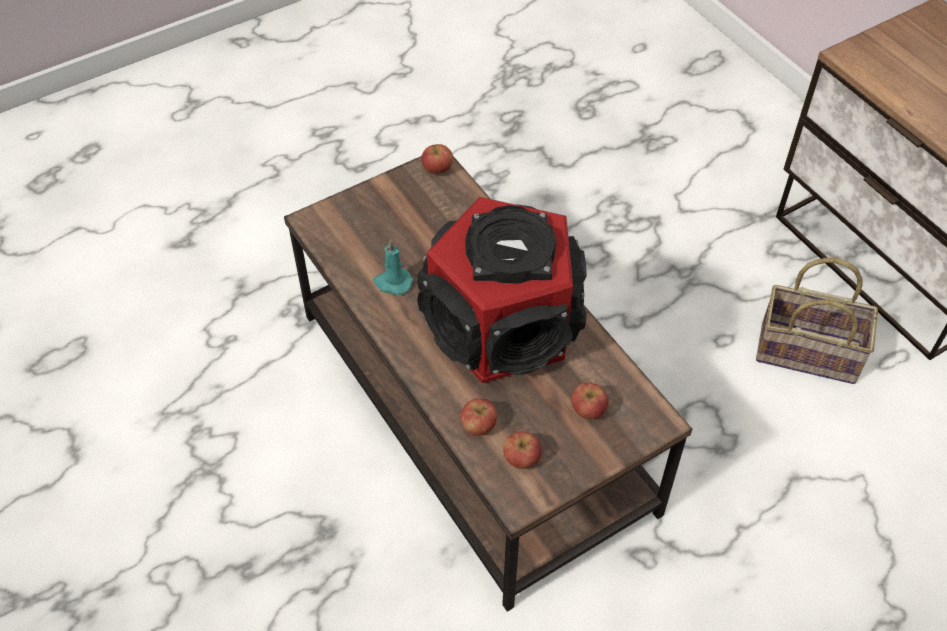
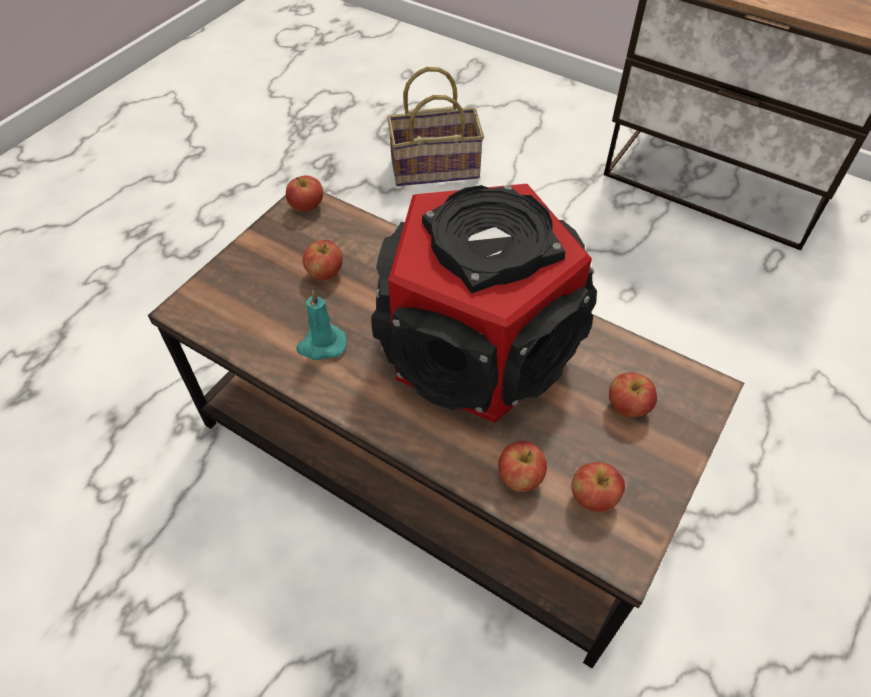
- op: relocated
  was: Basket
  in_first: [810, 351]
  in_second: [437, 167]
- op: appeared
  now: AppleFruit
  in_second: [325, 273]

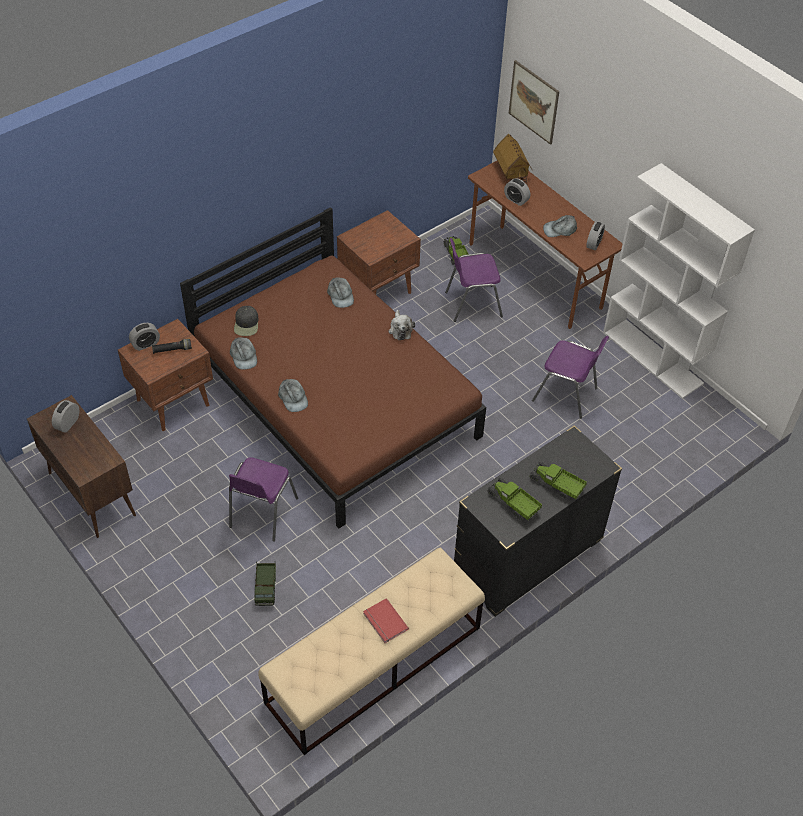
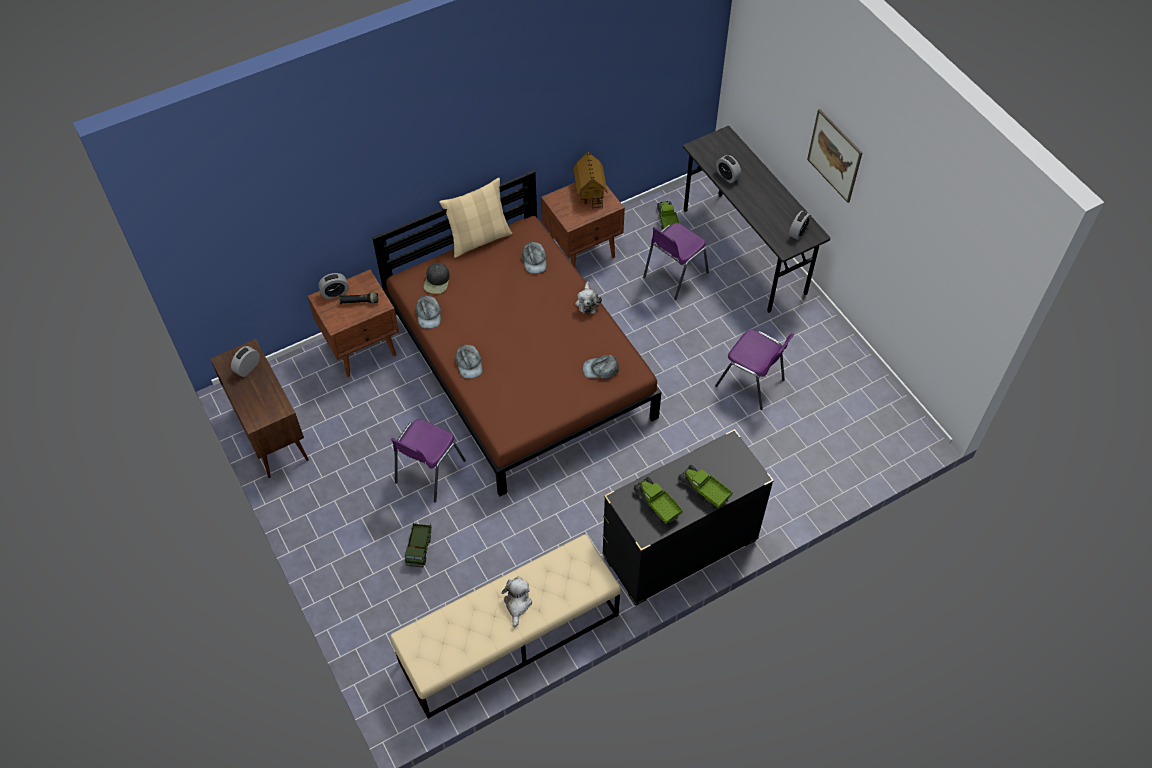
- op: exchanged
  was: RedColouredVolume
  now: PlushToy
  in_first: [384, 622]
  in_second: [517, 604]
- op: spun
  was: PurpleColouredUprightChair
  in_first: [471, 304]
  in_second: [673, 275]
  clockwise: -45
- op: colour
  was: BrownDeskUnit
  now: GreyishDeskUnit
  in_first: [535, 276]
  in_second: [744, 251]
- op: relocated
  was: MiniatureHouse
  in_first: [511, 173]
  in_second: [590, 192]
- op: relocated
  was: WallArt
  in_first: [533, 102]
  in_second: [834, 156]
- op: relocated
  was: GreyishBaseballCap
  in_first: [560, 229]
  in_second: [601, 369]
- op: missing
  was: WhitishBookcase
  in_first: [653, 358]
- op: appeared
  now: BeigeColouredCushion
  in_second: [479, 239]

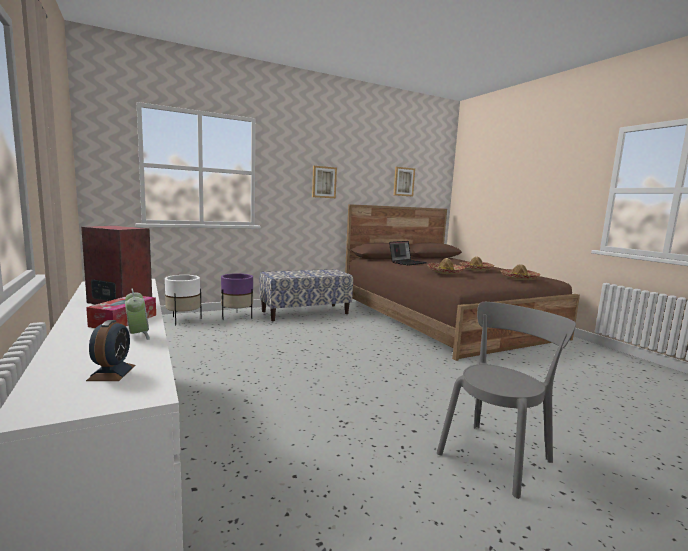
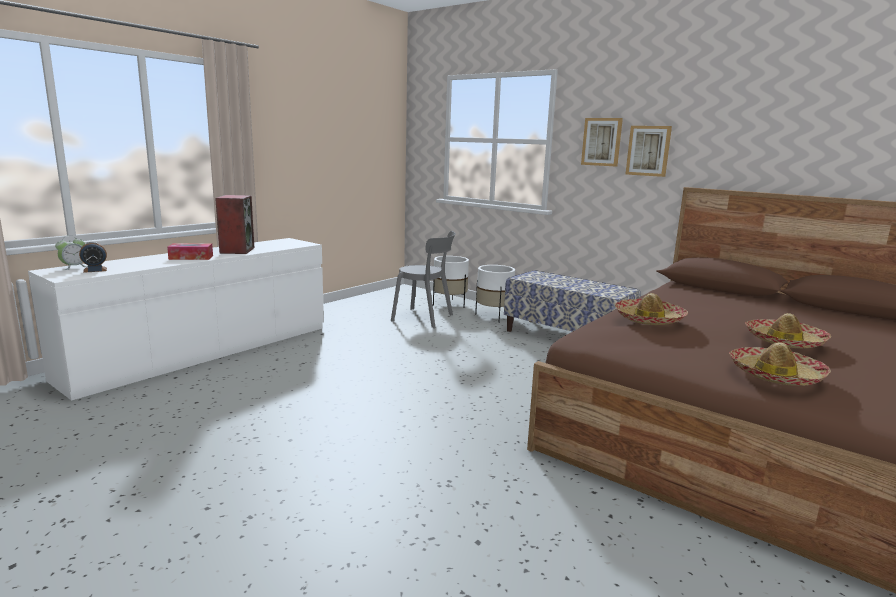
- op: relocated
  was: AlarmClock
  in_first: [137, 335]
  in_second: [74, 267]
- op: colour
  was: PurpleColouredPlanter
  now: WhitishPlanter
  in_first: [237, 316]
  in_second: [493, 316]
- op: missing
  was: PortableComputer
  in_first: [407, 262]
- op: relocated
  was: WallArt
  in_first: [403, 181]
  in_second: [602, 142]
- op: relocated
  was: GreyishUprightChair
  in_first: [496, 455]
  in_second: [425, 318]

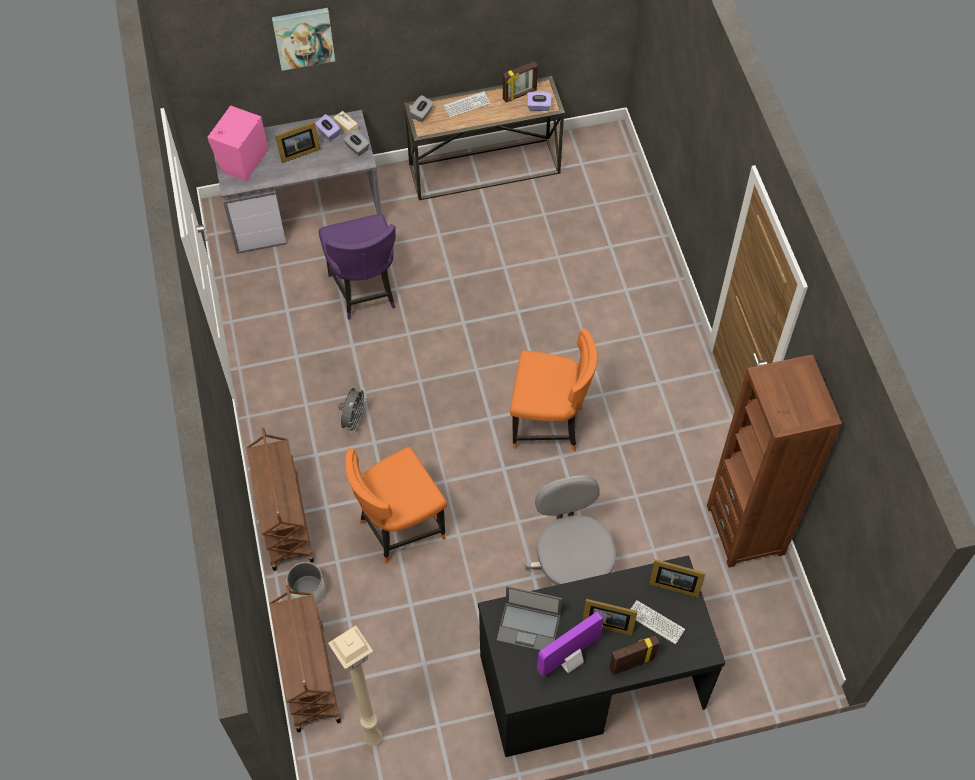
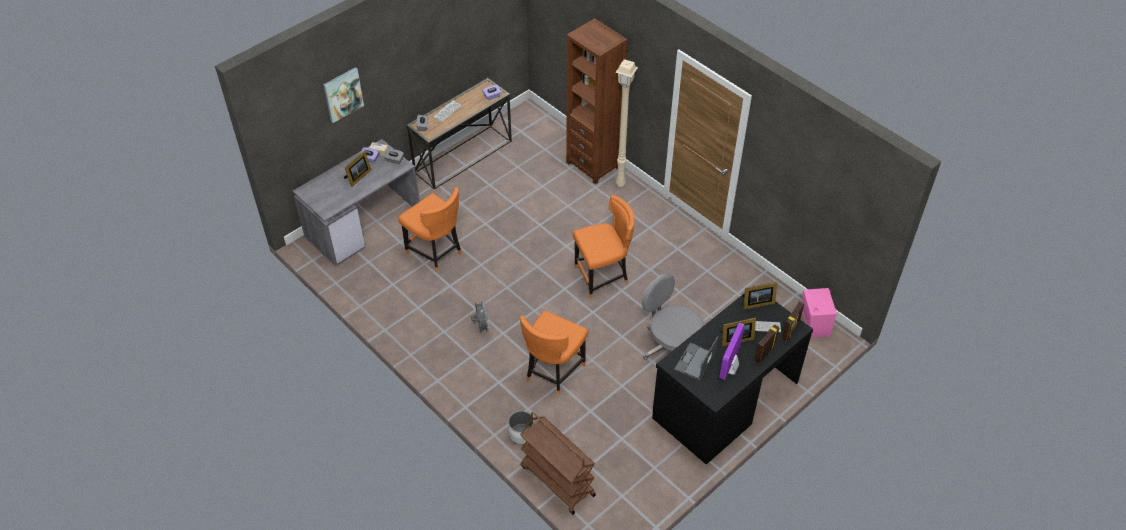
- op: relocated
  was: PinkColouredSpeaker
  in_first: [242, 160]
  in_second: [814, 324]
- op: missing
  was: BrownWheeledCart
  in_first: [284, 521]
- op: colour
  was: PurpleColouredUprightChair
  now: OrangeUprightChair
  in_first: [364, 291]
  in_second: [436, 253]
- op: relocated
  was: BeigeColouredStandardLamp
  in_first: [371, 737]
  in_second: [619, 184]
- op: spun
  was: PortableComputer
  in_first: [529, 627]
  in_second: [695, 362]
  clockwise: 135
- op: relocated
  was: PictureFrame
  in_first: [520, 95]
  in_second: [791, 331]
- op: relocated
  was: BrownBookcase
  in_first: [745, 530]
  in_second: [593, 165]

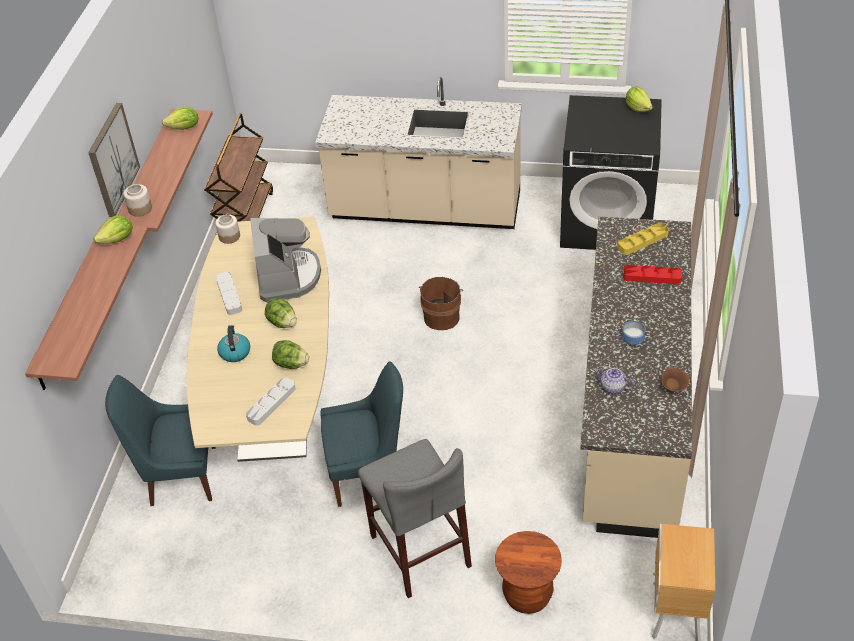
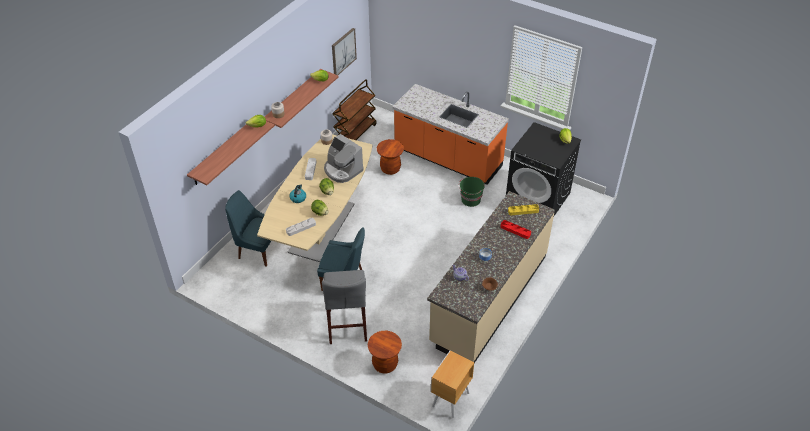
- op: relocated
  was: WallArt
  in_first: [112, 159]
  in_second: [343, 51]
- op: spun
  was: CoffeeMaker
  in_first: [287, 277]
  in_second: [342, 170]
  clockwise: 120
- op: colour
  was: BeigeColouredCounter
  now: OrangeCounter
  in_first: [425, 209]
  in_second: [447, 159]
- op: missing
  was: BrownWaterBucket
  in_first: [442, 316]
- op: appeared
  now: BrownStool
  in_second: [390, 169]
- op: appeared
  now: GreenishWaterBucket
  in_second: [470, 200]

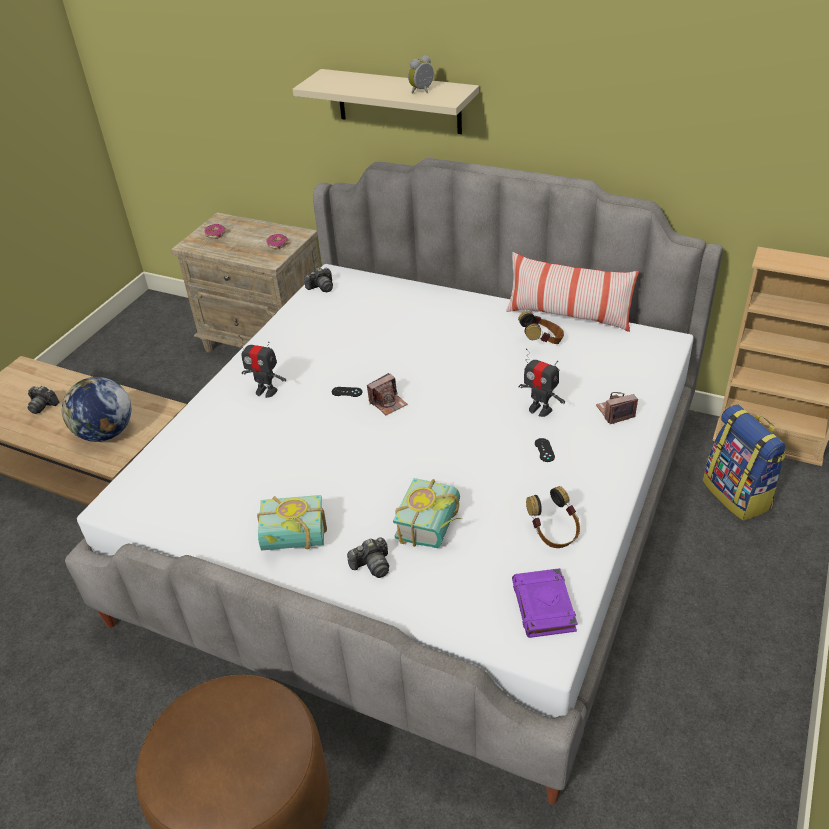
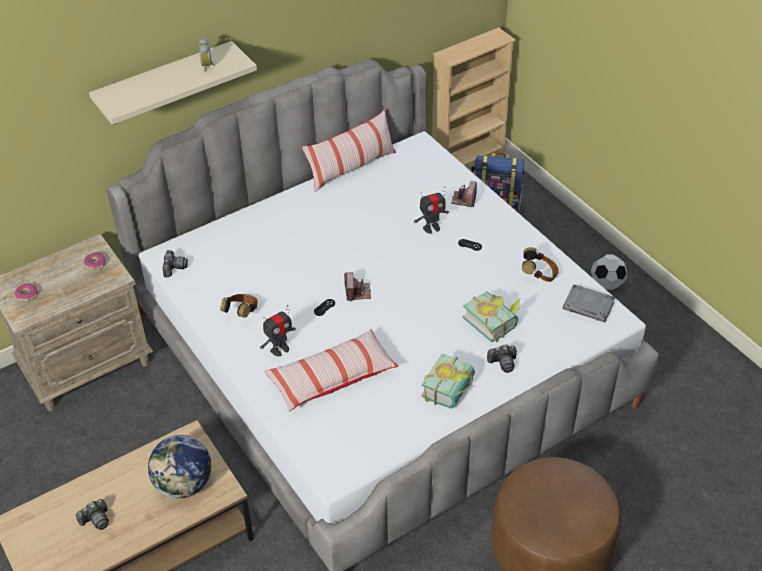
- op: spun
  was: PhotoCamera
  in_first: [372, 565]
  in_second: [503, 363]
  clockwise: 75
- op: colour
  was: PurpleColouredVolume
  now: GreyishVolume
  in_first: [544, 607]
  in_second: [589, 306]
- op: relocated
  was: Headphones
  in_first: [542, 342]
  in_second: [242, 313]
- op: appeared
  now: Cushion
  in_second: [332, 378]
- op: appeared
  now: FootballBall
  in_second: [606, 284]

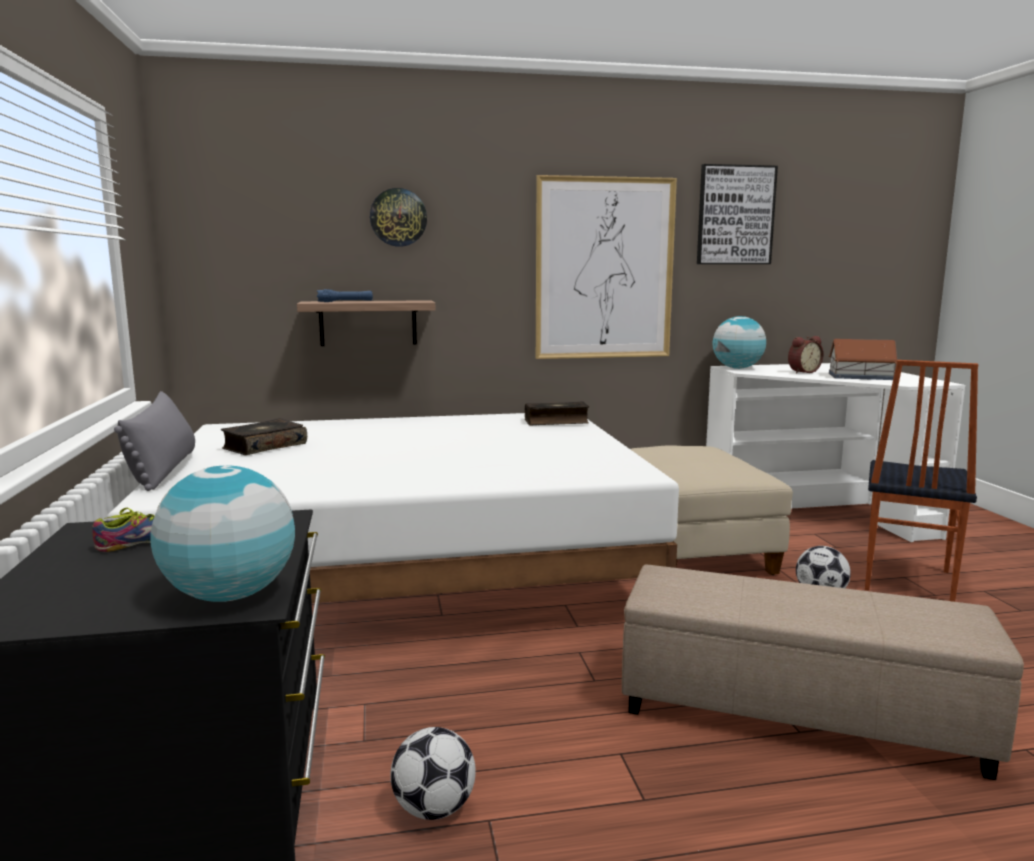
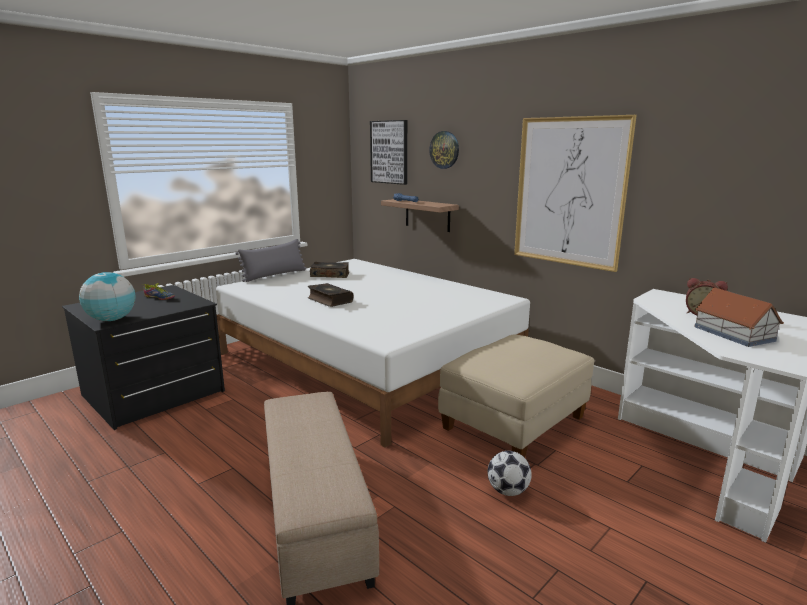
- op: missing
  was: FootballBall
  in_first: [434, 809]
- op: relocated
  was: Volume
  in_first: [556, 422]
  in_second: [329, 300]
- op: relocated
  was: WallArt
  in_first: [735, 215]
  in_second: [389, 152]
- op: missing
  was: WorldGlobe
  in_first: [737, 368]
- op: missing
  was: UprightChair
  in_first: [905, 580]

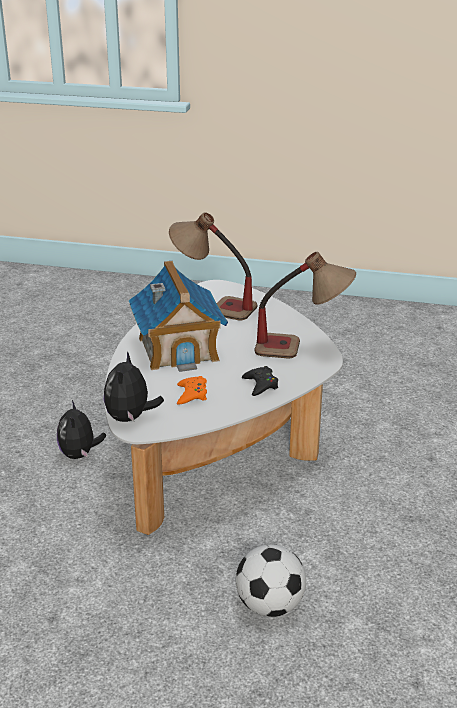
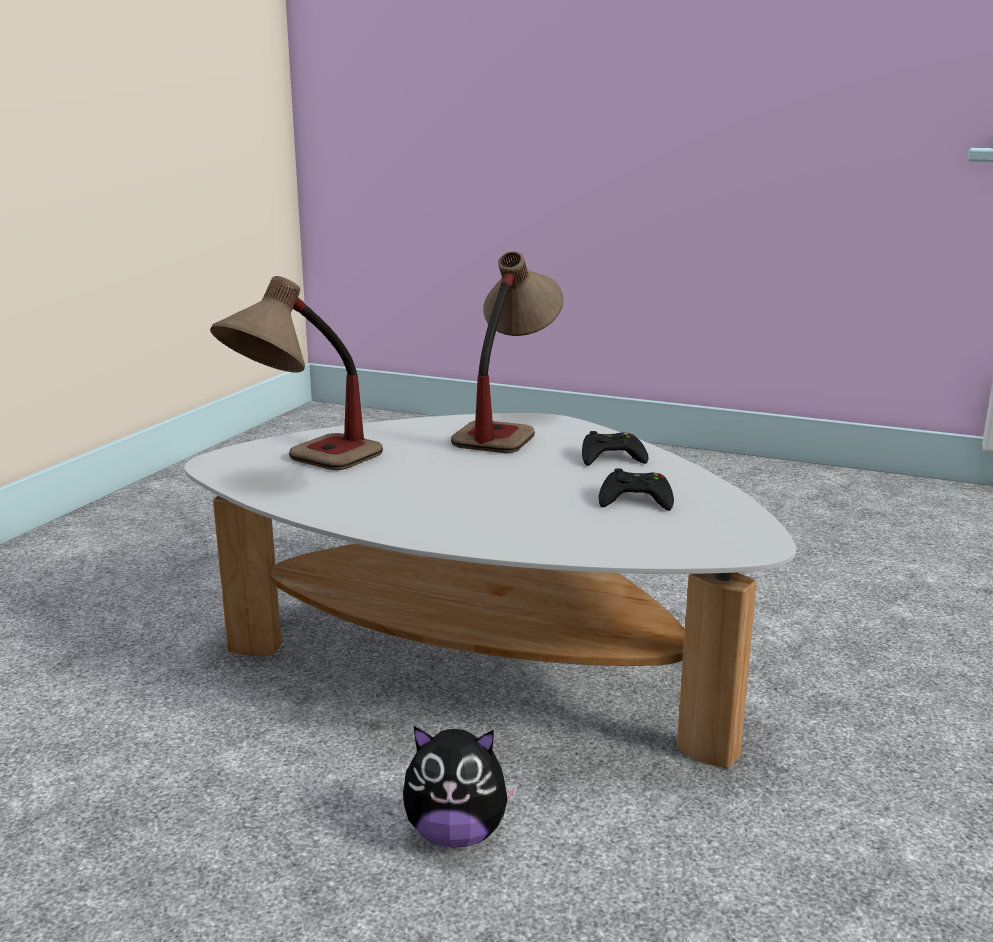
- op: missing
  was: PlushToy
  in_first: [130, 418]
- op: missing
  was: MiniatureHouse
  in_first: [178, 349]
- op: colour
  was: OrangeJoypad
  now: BlackColouredJoypad
  in_first: [192, 394]
  in_second: [635, 500]
- op: missing
  was: FootballBall
  in_first: [270, 606]

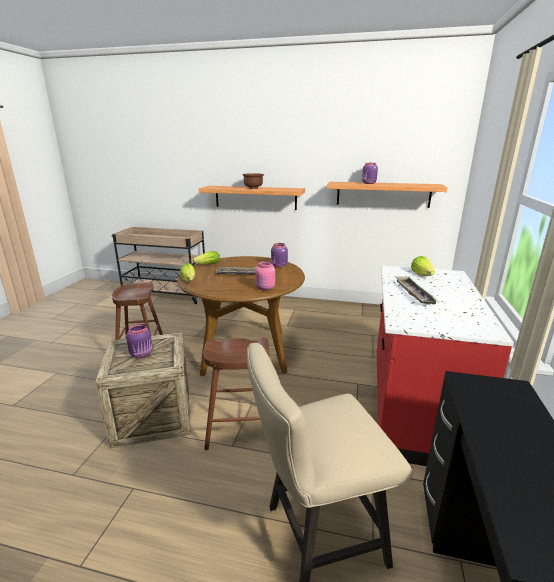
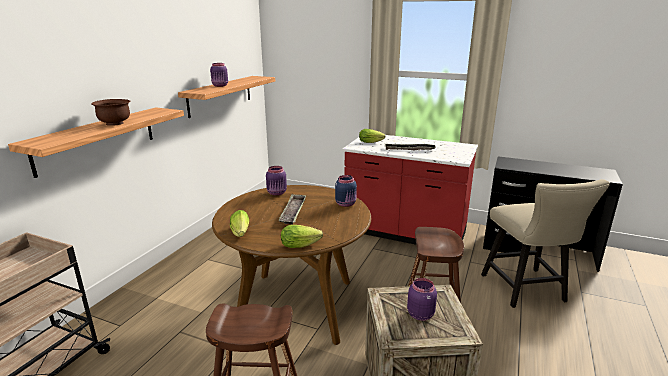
- op: colour
  was: PinkColouredStorageJar
  now: BluishStorageJar
  in_first: [265, 288]
  in_second: [346, 204]

